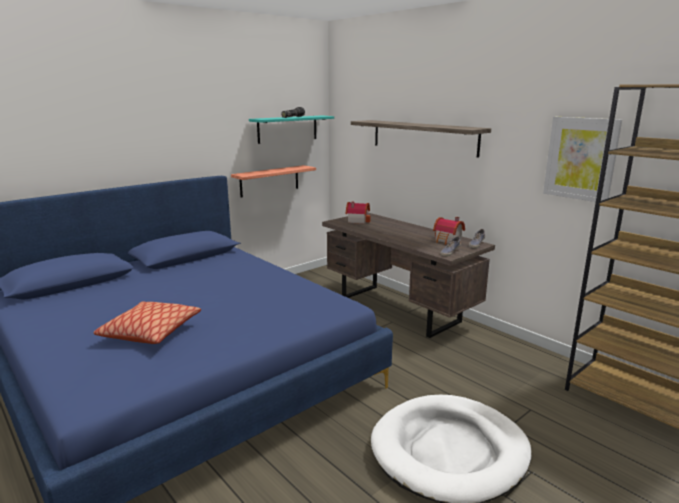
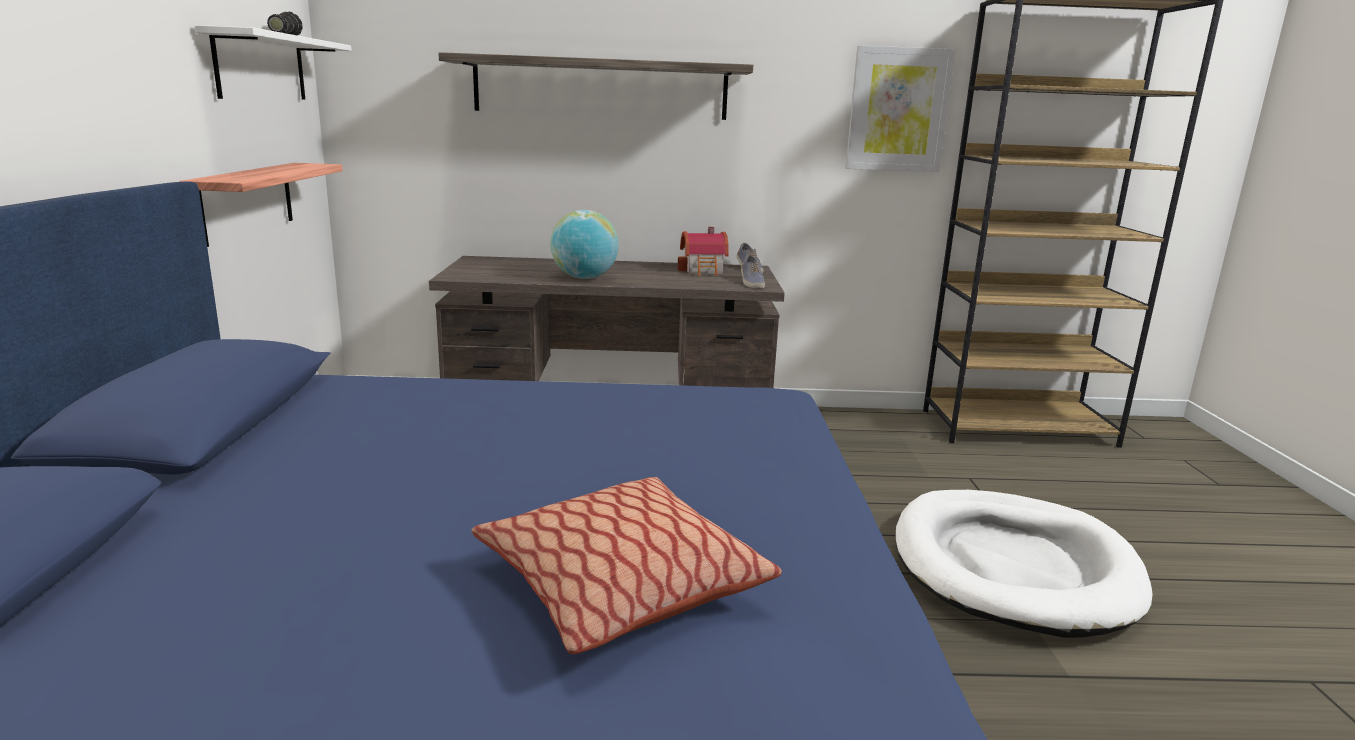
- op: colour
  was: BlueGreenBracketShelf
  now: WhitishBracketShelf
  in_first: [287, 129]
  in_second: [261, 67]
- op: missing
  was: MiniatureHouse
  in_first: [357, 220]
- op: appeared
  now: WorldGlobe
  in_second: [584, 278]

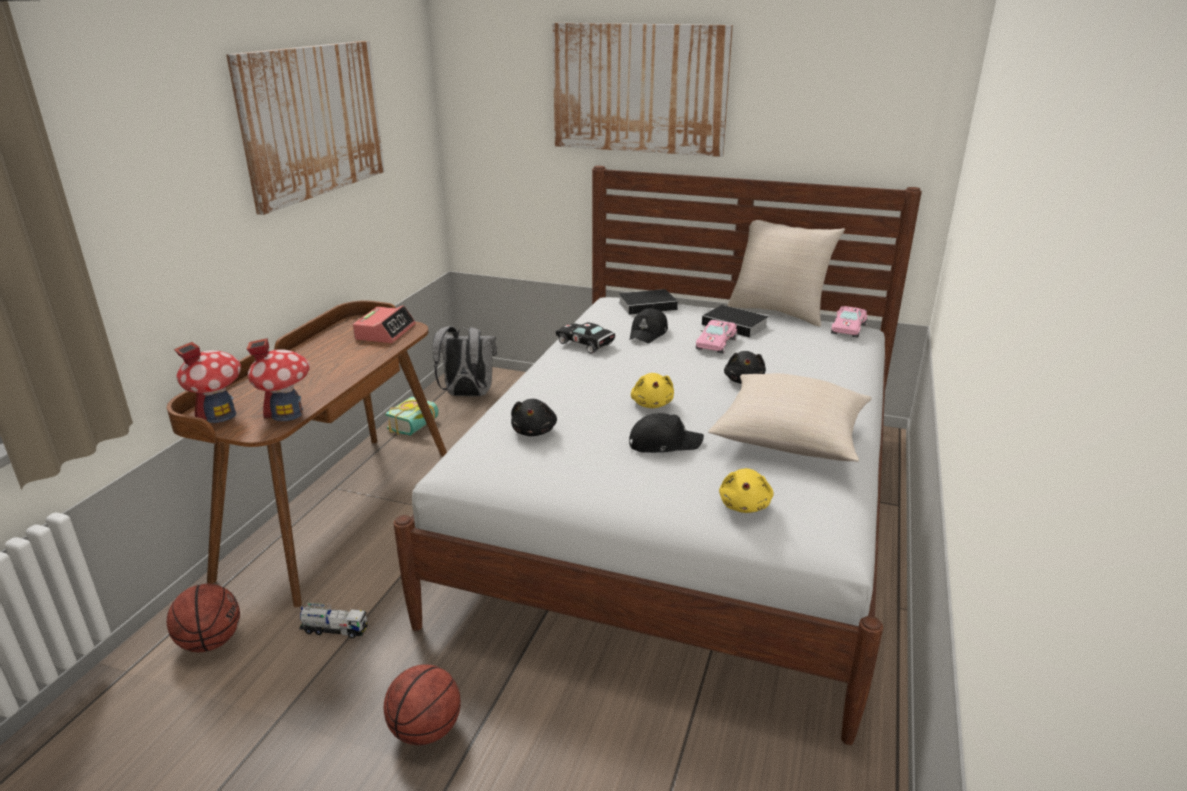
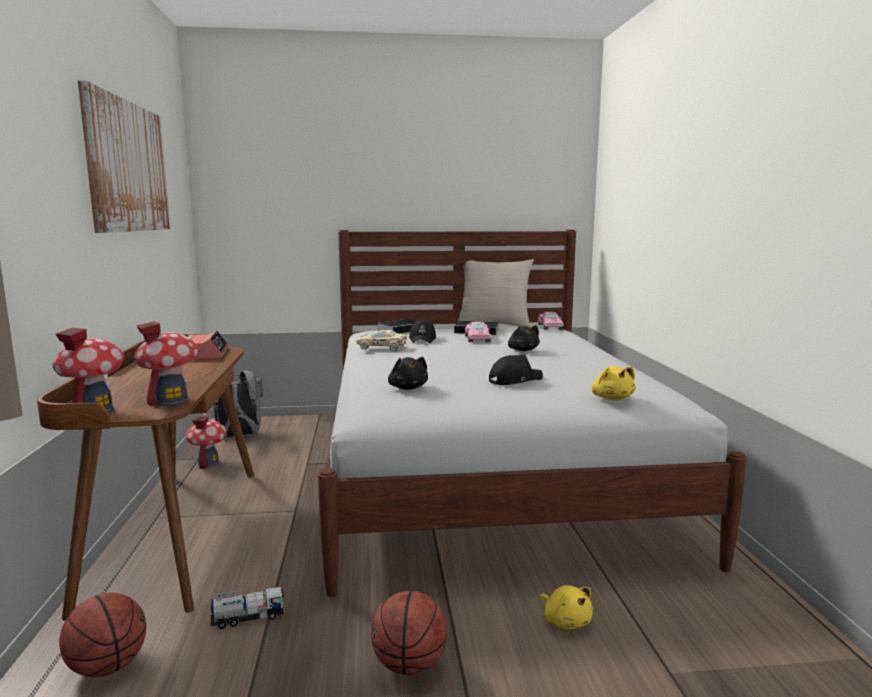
- op: exchanged
  was: Volume
  now: MiniatureHouse
  in_first: [417, 427]
  in_second: [208, 463]
- op: missing
  was: WallArt
  in_first: [639, 89]
- op: colour
  was: BlackColouredMiniatureCar
  now: BeigeColouredMiniatureCar
  in_first: [586, 344]
  in_second: [383, 348]
- op: relocated
  was: YellowColouredPlushToy
  in_first: [652, 404]
  in_second: [566, 620]
- op: missing
  was: BeigeColouredCushion
  in_first: [790, 437]

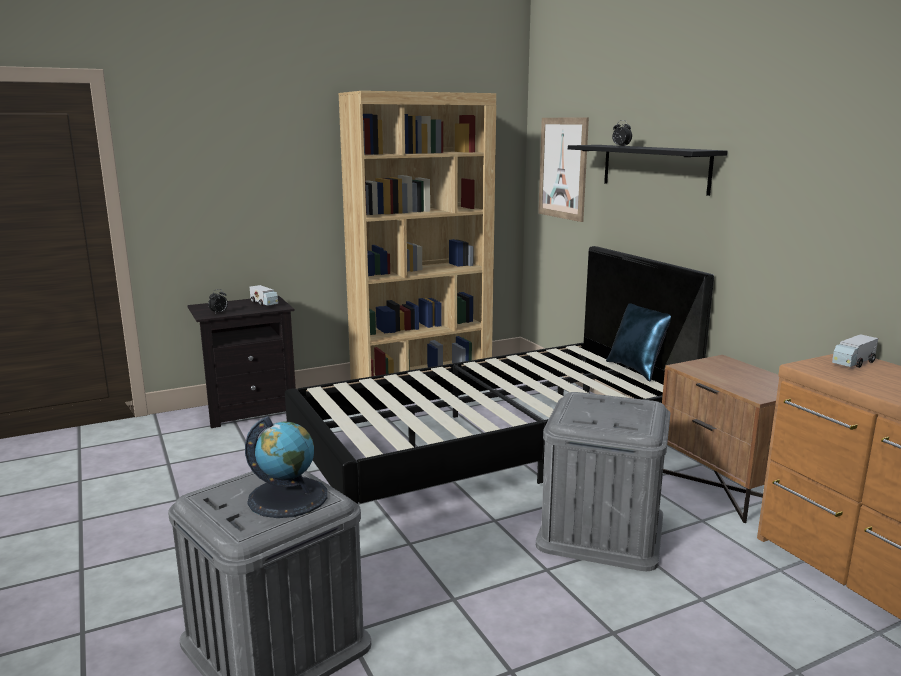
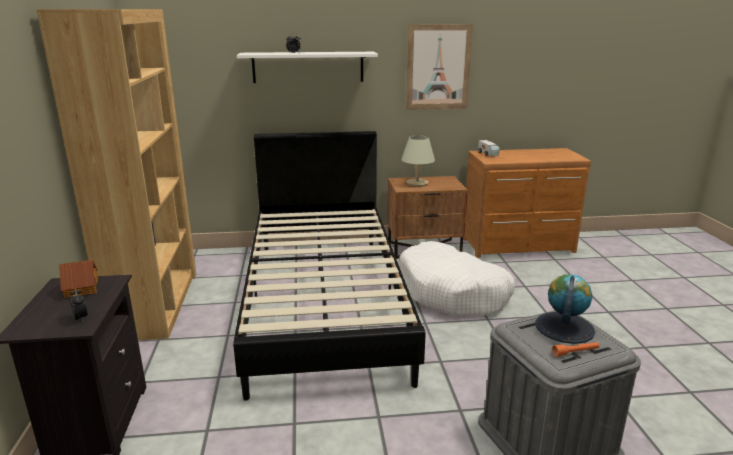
- op: exchanged
  was: ToyTruck
  now: MiniatureHouse
  in_first: [264, 304]
  in_second: [81, 288]
- op: exchanged
  was: GreyishStorageBox
  now: WhitishDogBed
  in_first: [601, 530]
  in_second: [452, 292]
- op: relocated
  was: WallArt
  in_first: [563, 168]
  in_second: [438, 67]
- op: colour
  was: BlackColouredBracketShelf
  now: WhitishBracketShelf
  in_first: [654, 168]
  in_second: [308, 67]
- op: missing
  was: BluishCushion
  in_first: [637, 370]
- op: appeared
  now: BeigeColouredTableLamp
  in_second: [417, 183]
- op: appeared
  now: OrangeTorch
  in_second: [575, 352]

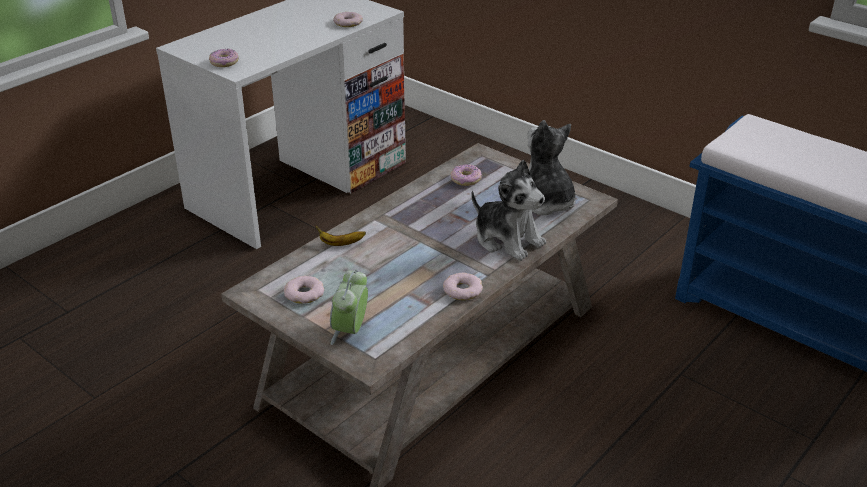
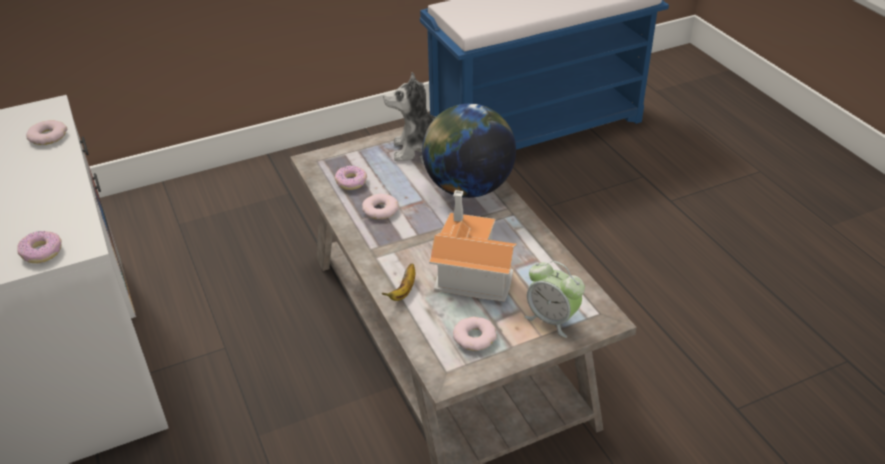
- op: relocated
  was: Doughnut
  in_first: [462, 290]
  in_second: [380, 210]
- op: exchanged
  was: PlushToy
  now: WorldGlobe
  in_first: [507, 240]
  in_second: [468, 188]
- op: appeared
  now: MiniatureHouse
  in_second: [470, 270]

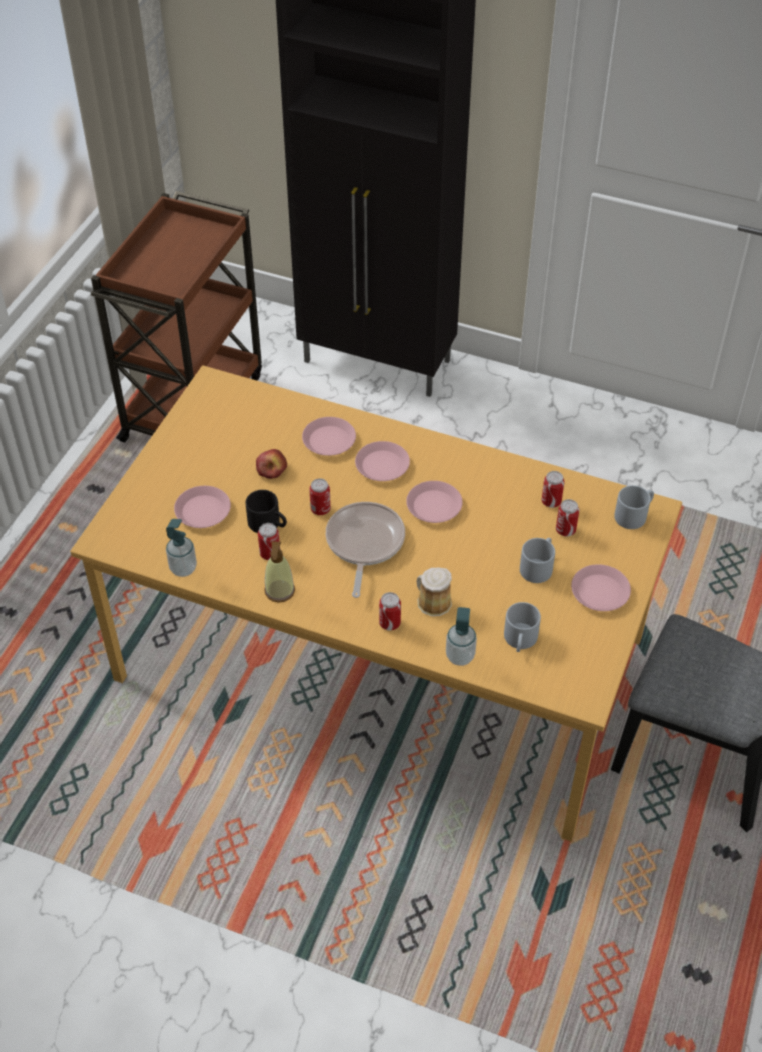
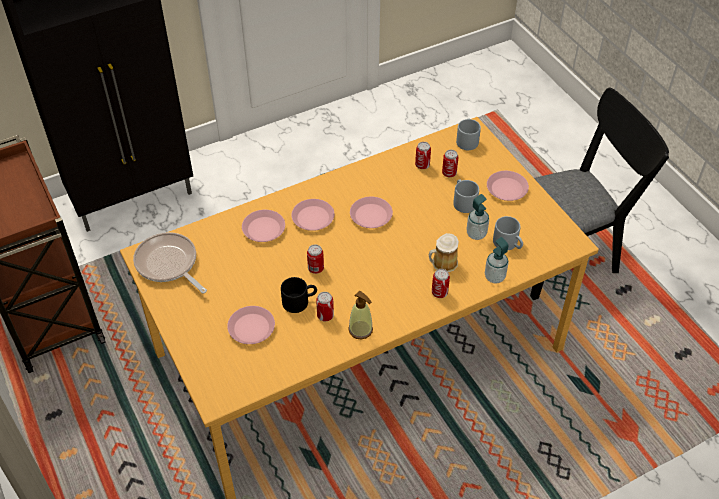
- op: relocated
  was: SoapDispenser
  in_first: [183, 568]
  in_second: [476, 234]
- op: missing
  was: AppleFruit
  in_first: [272, 469]
- op: relocated
  was: Skillet
  in_first: [364, 544]
  in_second: [168, 264]

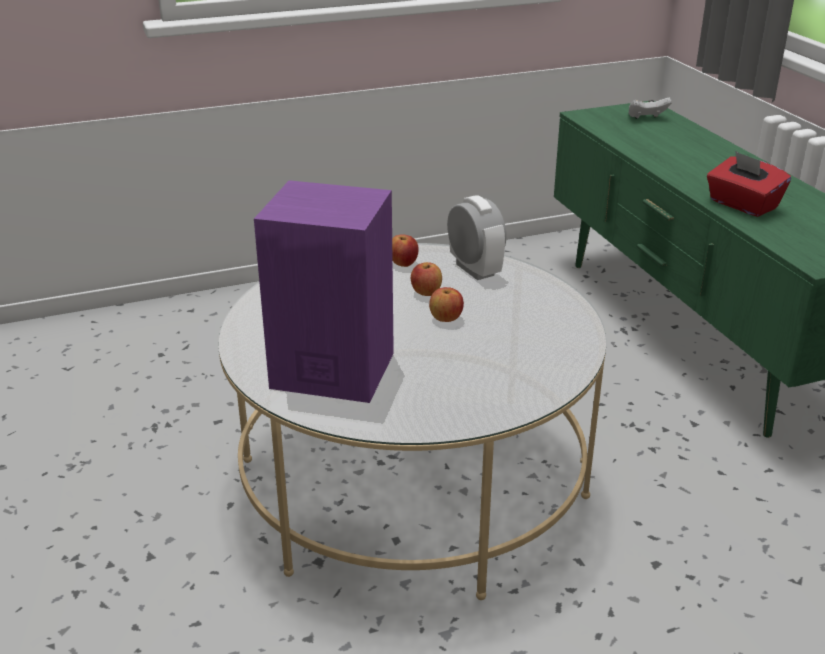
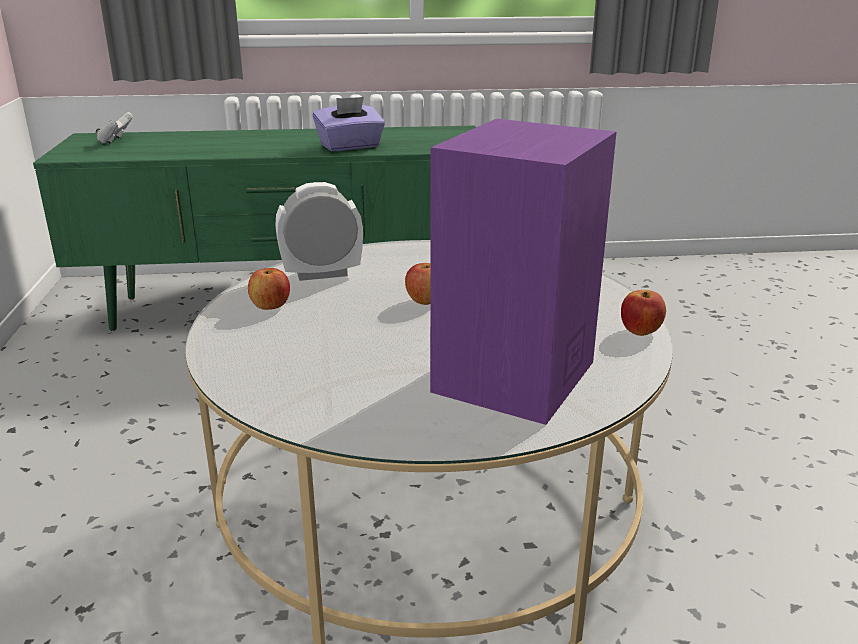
- op: relocated
  was: AppleFruit
  in_first: [426, 293]
  in_second: [640, 332]
- op: colour
  was: RedColouredBoxOfTissues
  now: PurpleColouredBoxOfTissues
  in_first: [742, 205]
  in_second: [350, 146]

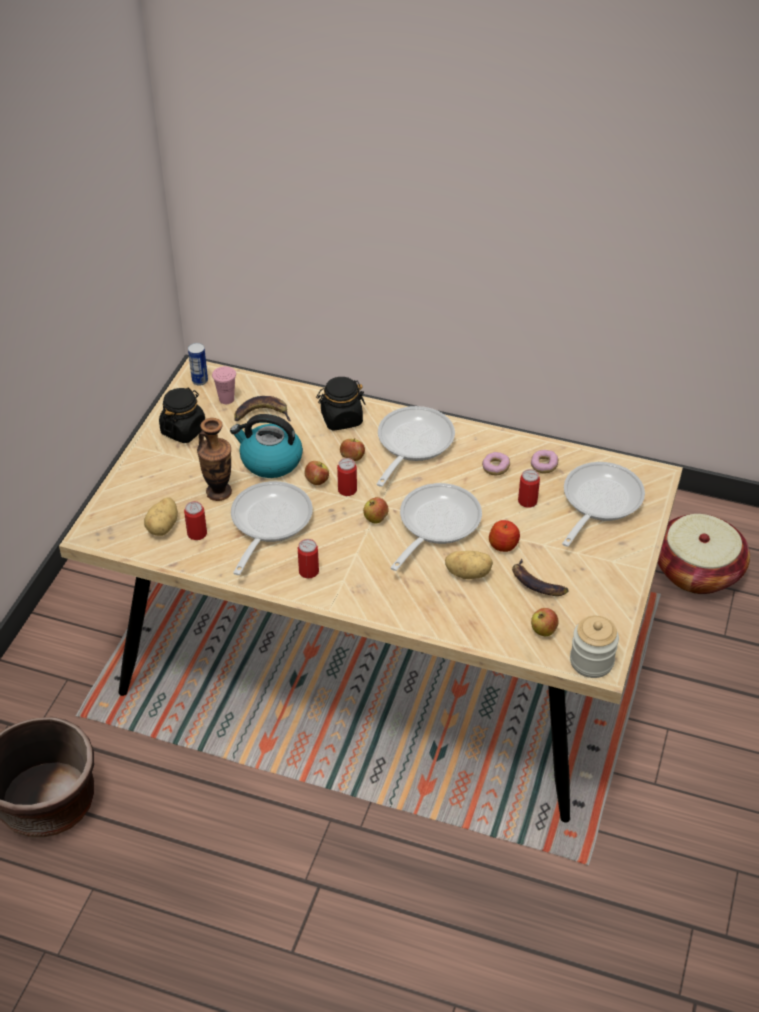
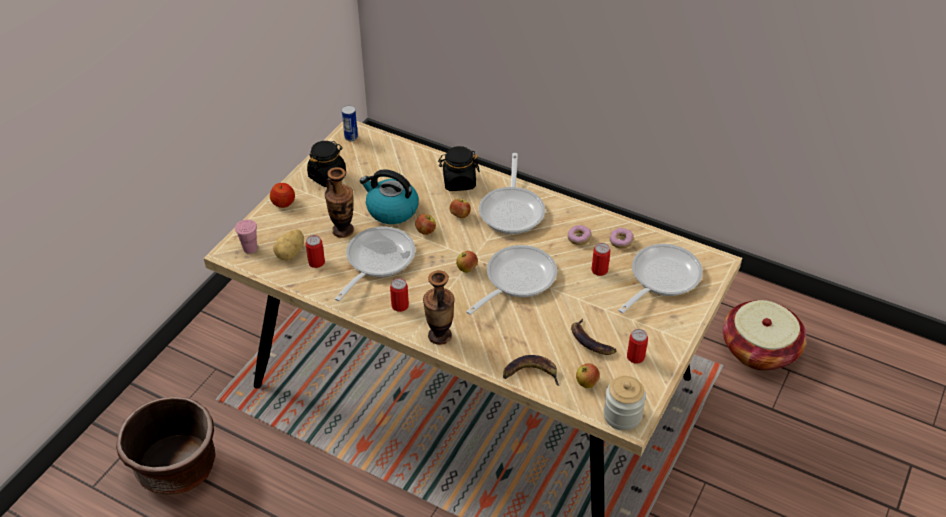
- op: relocated
  was: PinkColouredDrinkingCup
  in_first: [226, 399]
  in_second: [250, 248]
- op: relocated
  was: WholeBanana
  in_first: [262, 414]
  in_second: [531, 373]
- op: relocated
  was: MetalCan
  in_first: [347, 490]
  in_second: [635, 357]
- op: spun
  was: Skillet
  in_first: [411, 444]
  in_second: [512, 210]
  clockwise: 150
- op: missing
  was: Spud
  in_first: [468, 573]
- op: relocated
  was: AppleFruit
  in_first: [503, 545]
  in_second: [284, 203]
- op: appeared
  now: Vase
  in_second: [440, 335]

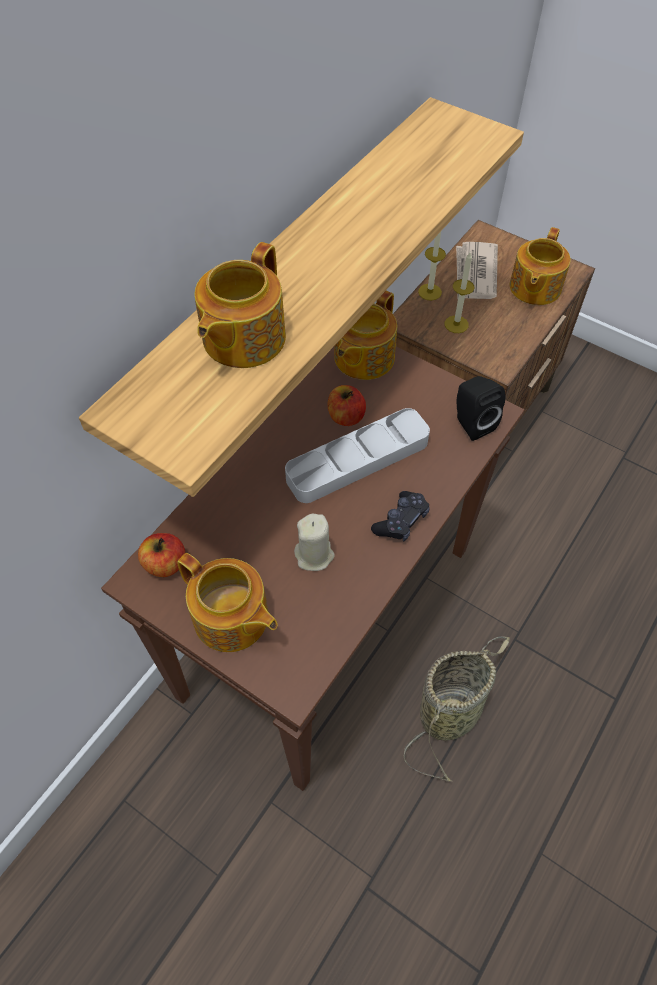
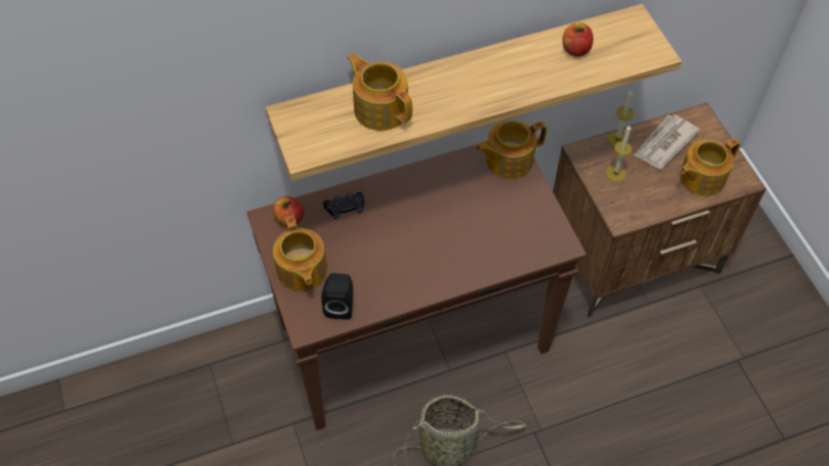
- op: spun
  was: TeaPot
  in_first: [242, 339]
  in_second: [380, 108]
  clockwise: 75
- op: missing
  was: GreyishServingTray
  in_first: [357, 460]
- op: missing
  was: BeigeColouredWaxLight
  in_first: [314, 555]
- op: relocated
  was: AppleFruit
  in_first: [345, 416]
  in_second: [575, 49]
- op: relocated
  was: BlackColouredJoypad
  in_first: [401, 521]
  in_second: [345, 208]
- op: relocated
  was: BlackColouredSpeaker
  in_first: [471, 423]
  in_second: [340, 305]

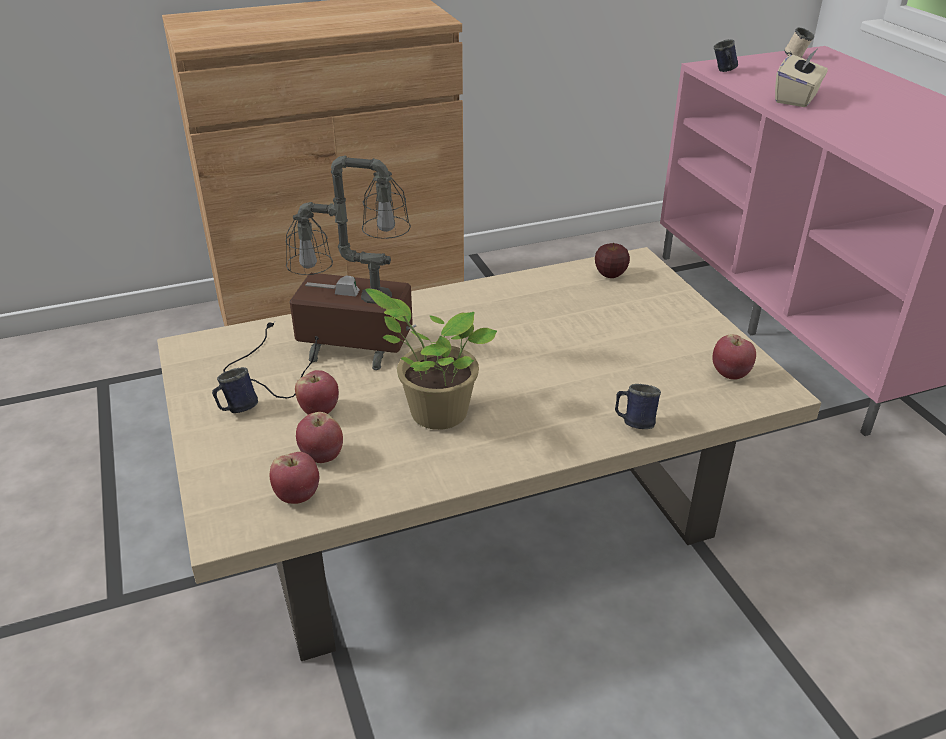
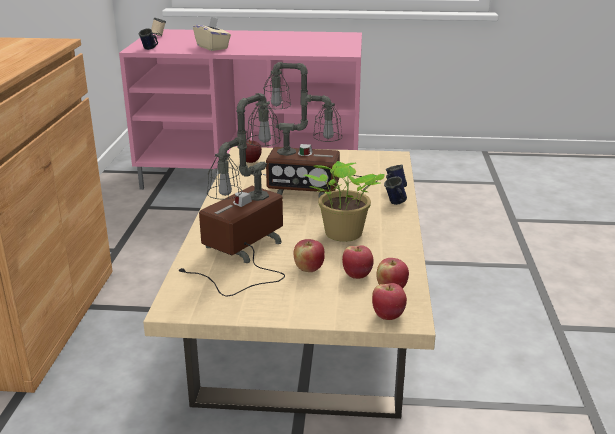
- op: relocated
  was: BluishTeaMug
  in_first: [237, 409]
  in_second: [396, 204]
- op: relocated
  was: AppleFruit
  in_first: [730, 374]
  in_second: [388, 316]
- op: appeared
  now: TableLamp
  in_second: [315, 190]

